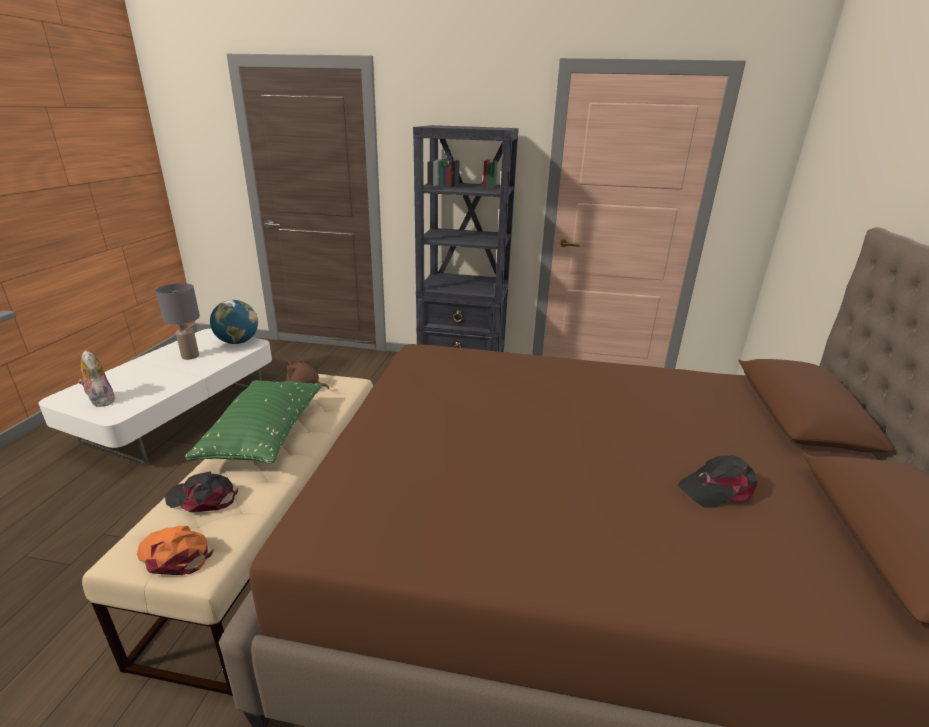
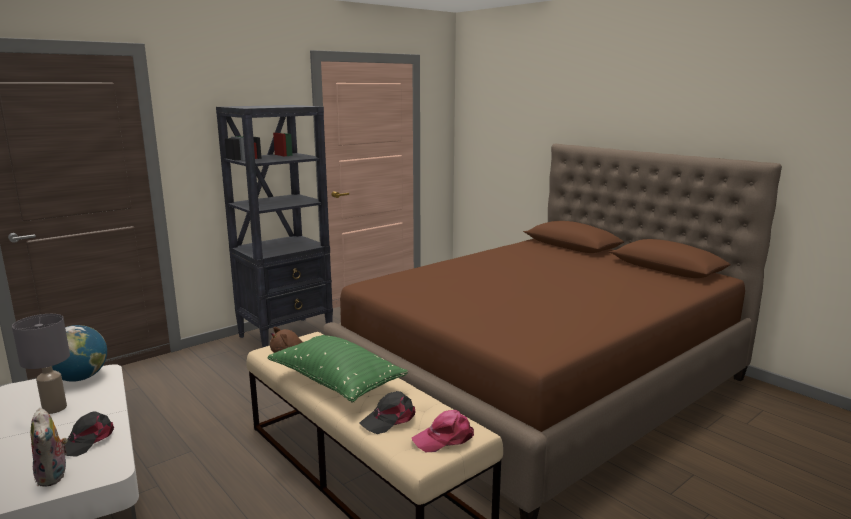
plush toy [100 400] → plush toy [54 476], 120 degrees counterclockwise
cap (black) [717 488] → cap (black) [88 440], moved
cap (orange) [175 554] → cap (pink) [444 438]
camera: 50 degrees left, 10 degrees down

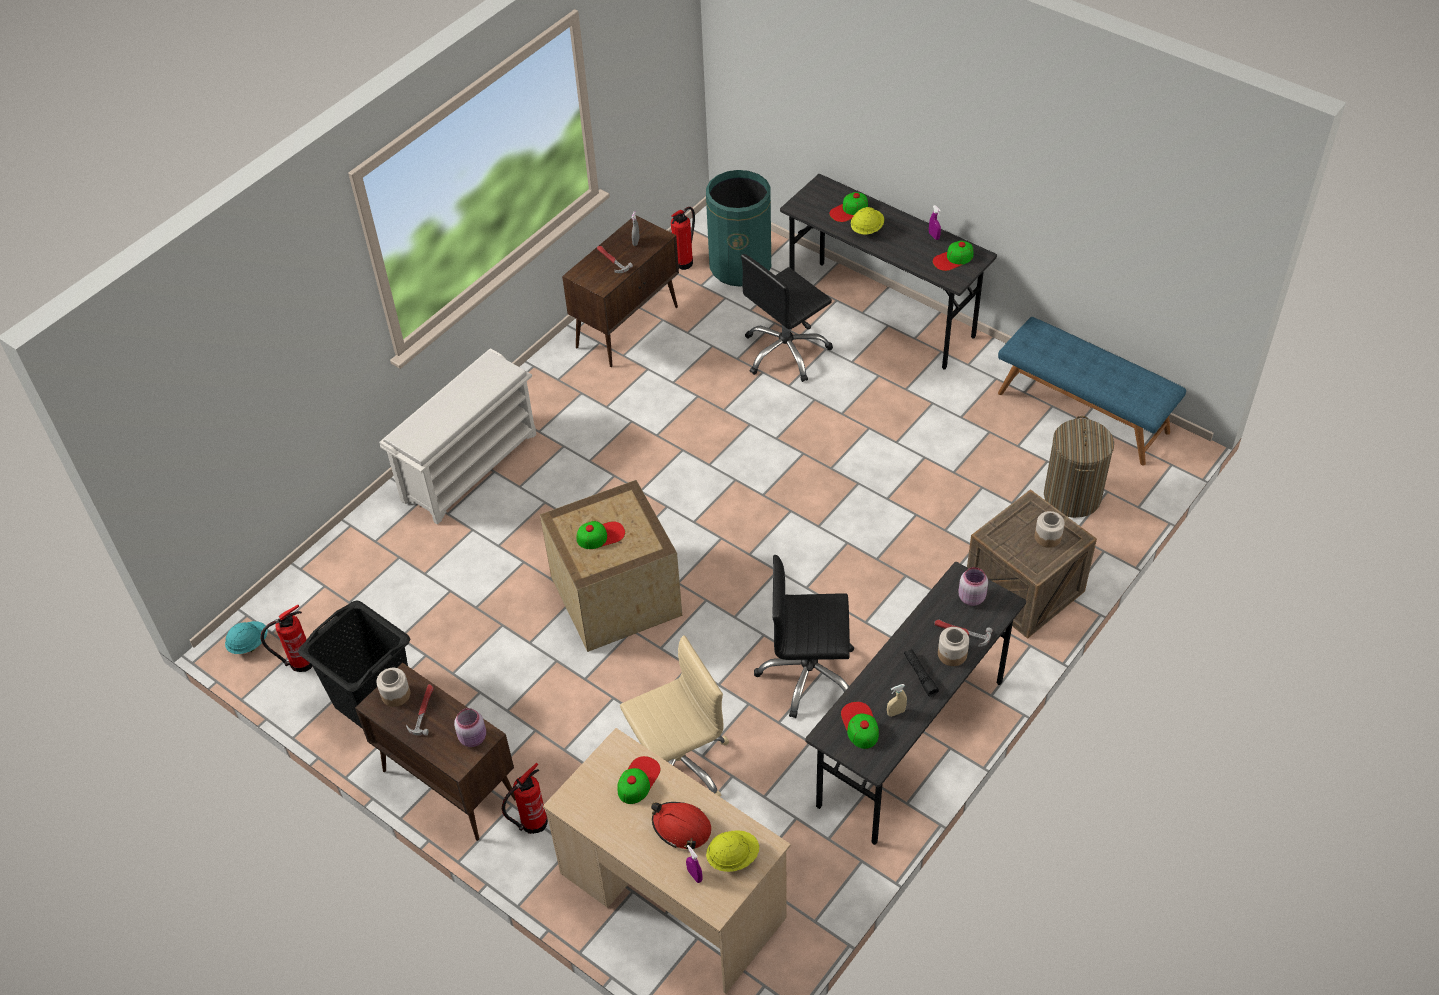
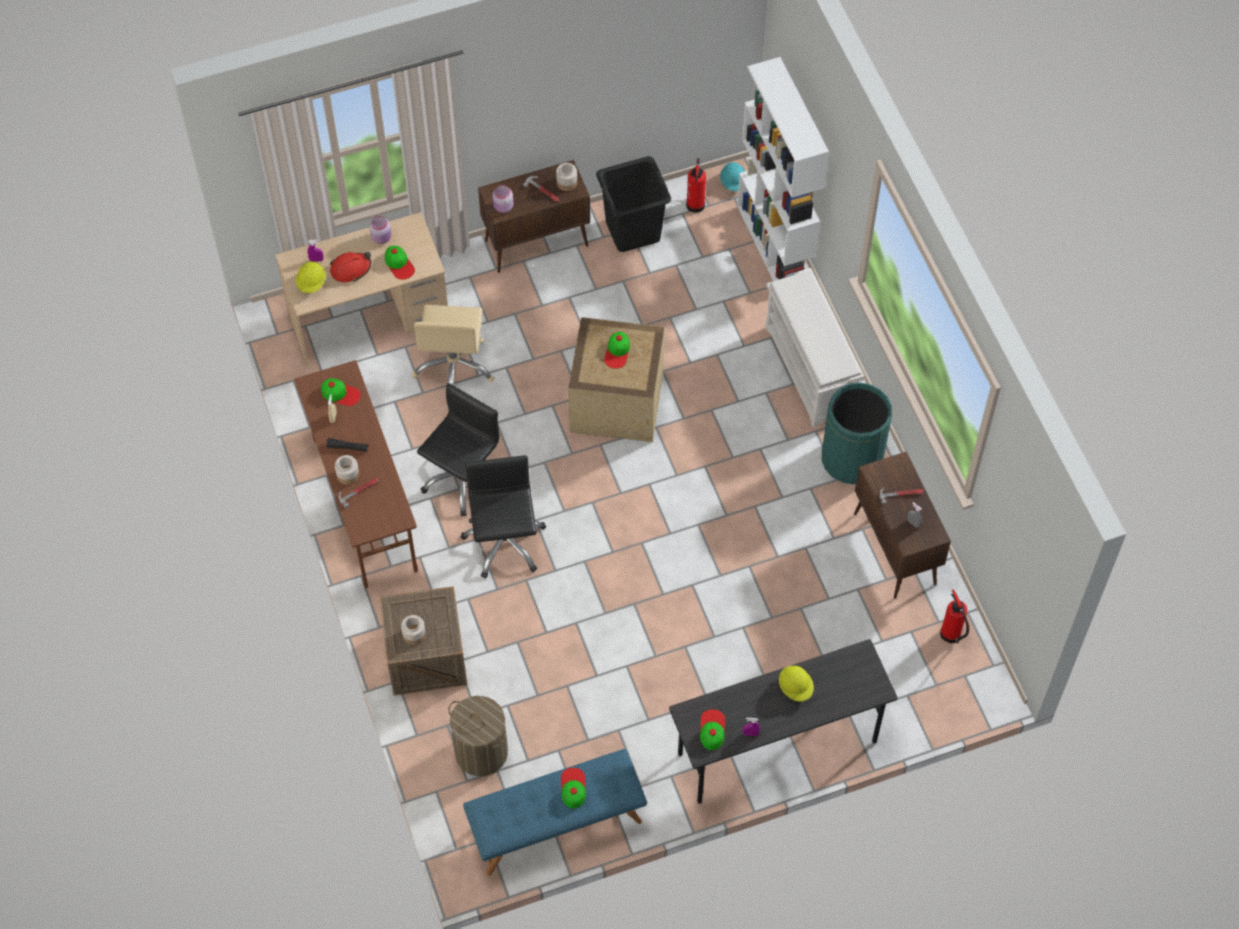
desk (grey) [911 744] → desk (brown) [363 504]
jar (pink) [971 597] → jar (pink) [382 238], moved
office chair (black) [786 352] → office chair (black) [504 543], moved
cap [849 210] → cap [573 788], moved
- → bookcase (white) [775 247]
trash can (green) [740 266] → trash can (green) [851 459], moved
fire extinguisher [531 823] → -
camera: 120 degrees right, 10 degrees up

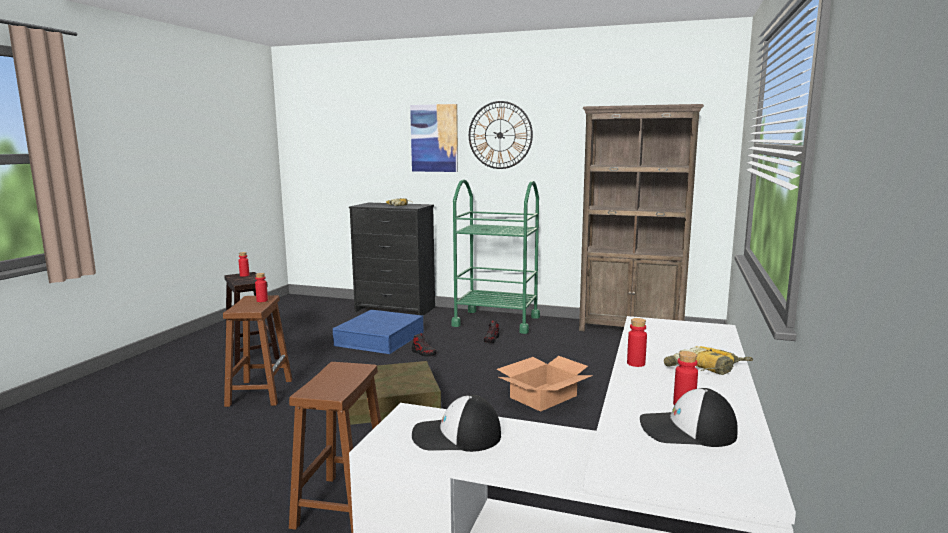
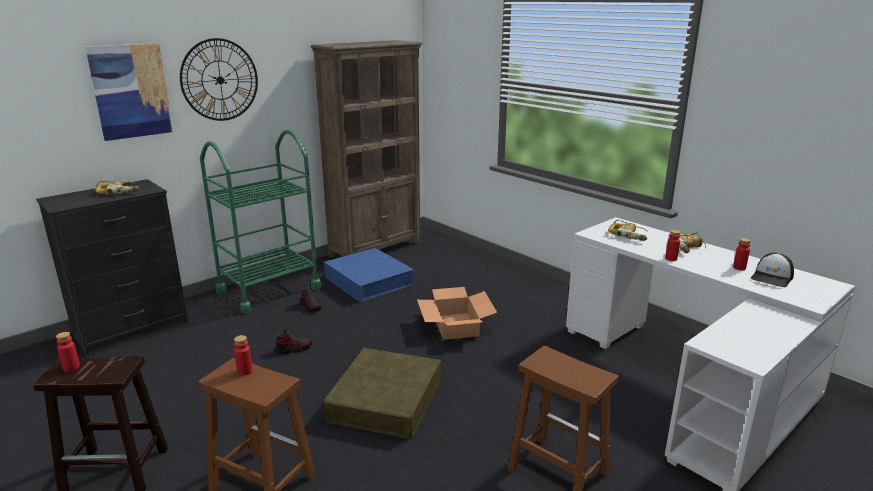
storage box (blue) [380 338] → storage box (blue) [368 281], moved
- → power drill [629 235]
cap [456 436] → -
camera: 60 degrees left, 10 degrees up

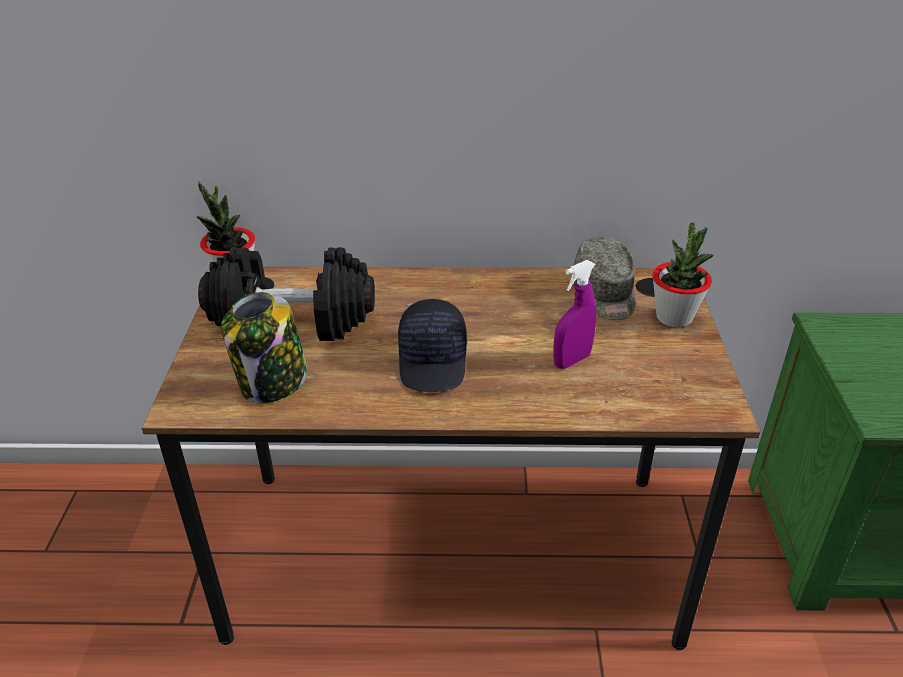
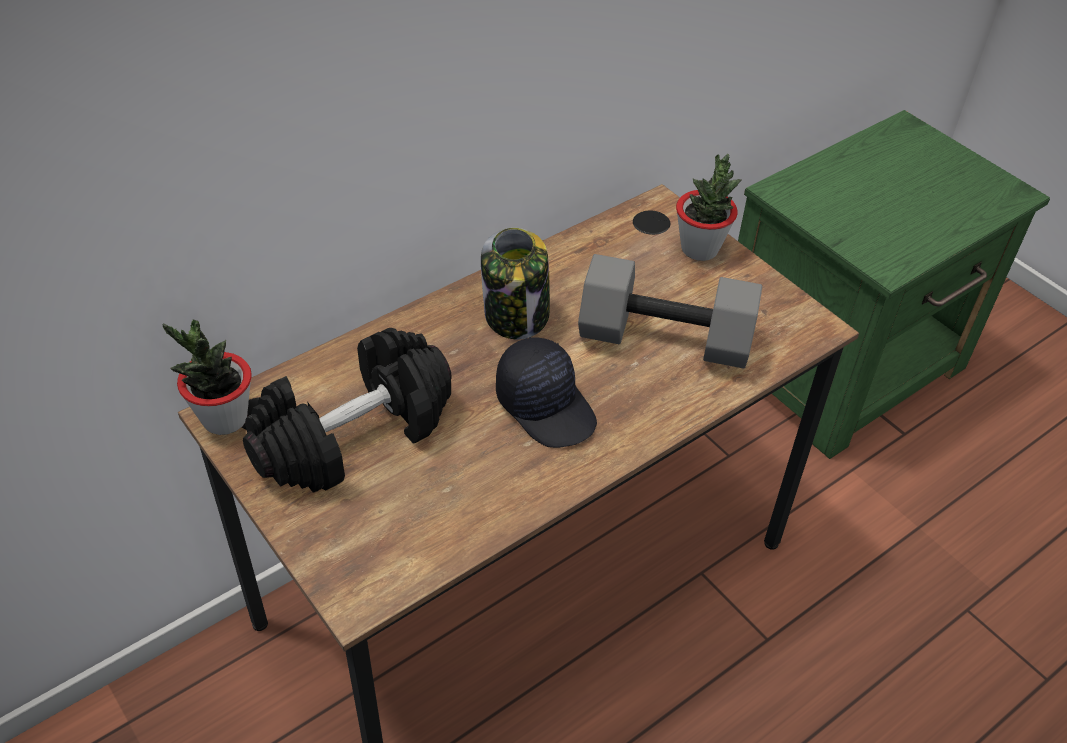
jar [272 383] → jar [516 316], moved
spray bottle (purple) [571 361] → dumbbell (grey) [662 339]
cap (grey) [605 294] → -
camera: 40 degrees left, 10 degrees up

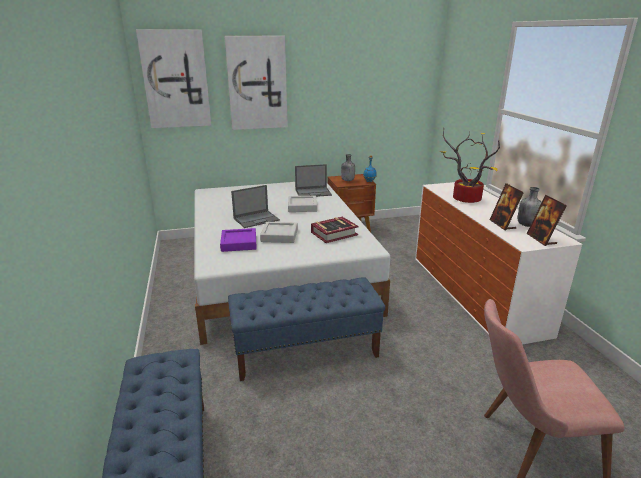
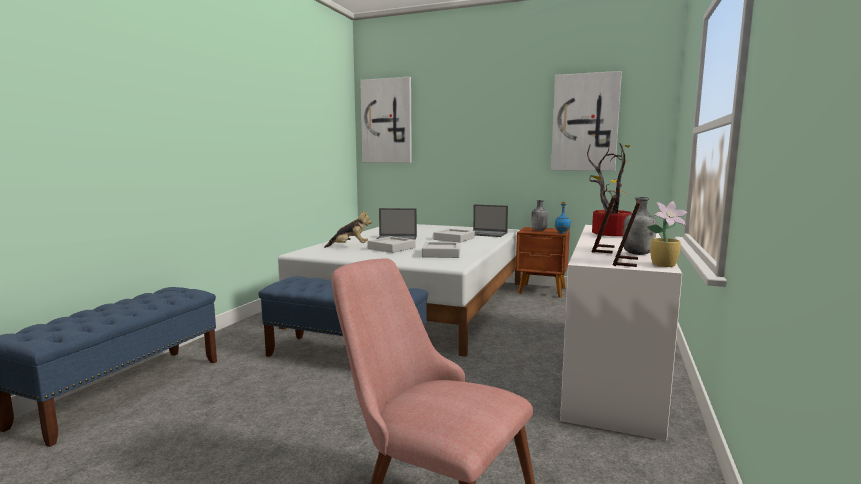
tray (purple) [239 243] → plush toy [350 247]
book [334 233] → tray (grey) [441 254]
picture [257 83] → picture [585 122], moved
- → potted plant [665 265]
camera: 35 degrees right, 15 degrees down

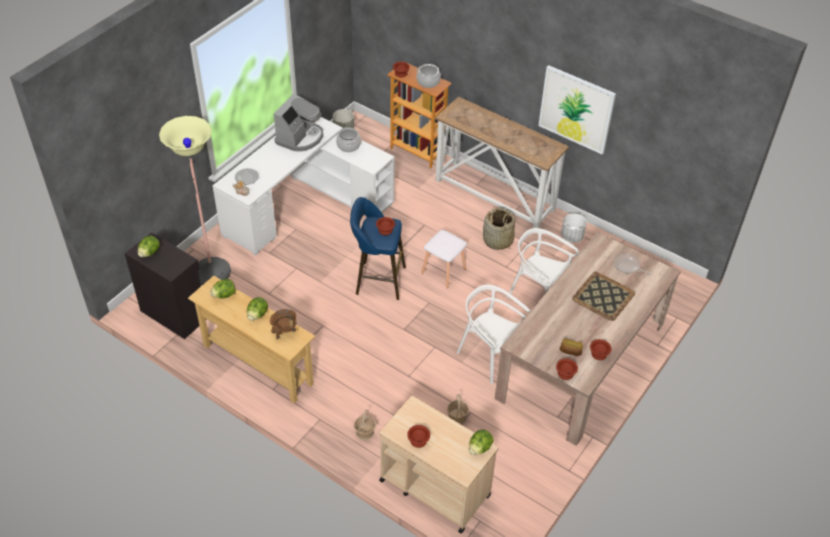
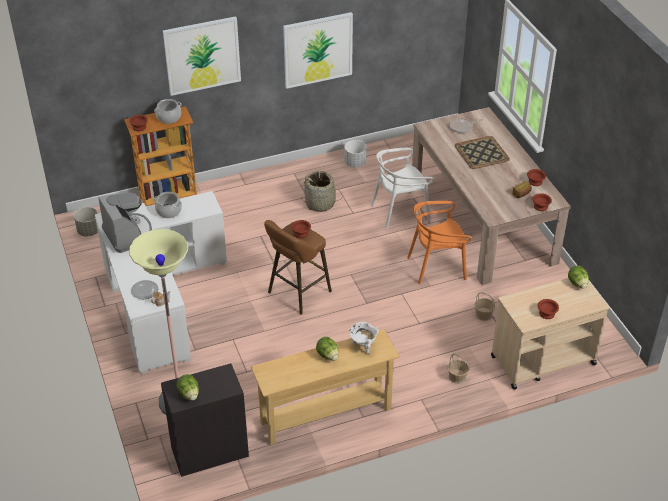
- → picture [202 55]
stool (blue) [377 280] → stool (brown) [297 294]
cooking pot (brown) [284 331] → cooking pot (white) [363 346]
chair (white) [490 355] → chair (orange) [437 266]
lettuce [224 295] → -
stool (white) [444 271] → -
console table [495 195] → -
camera: 55 degrees left, 5 degrees down

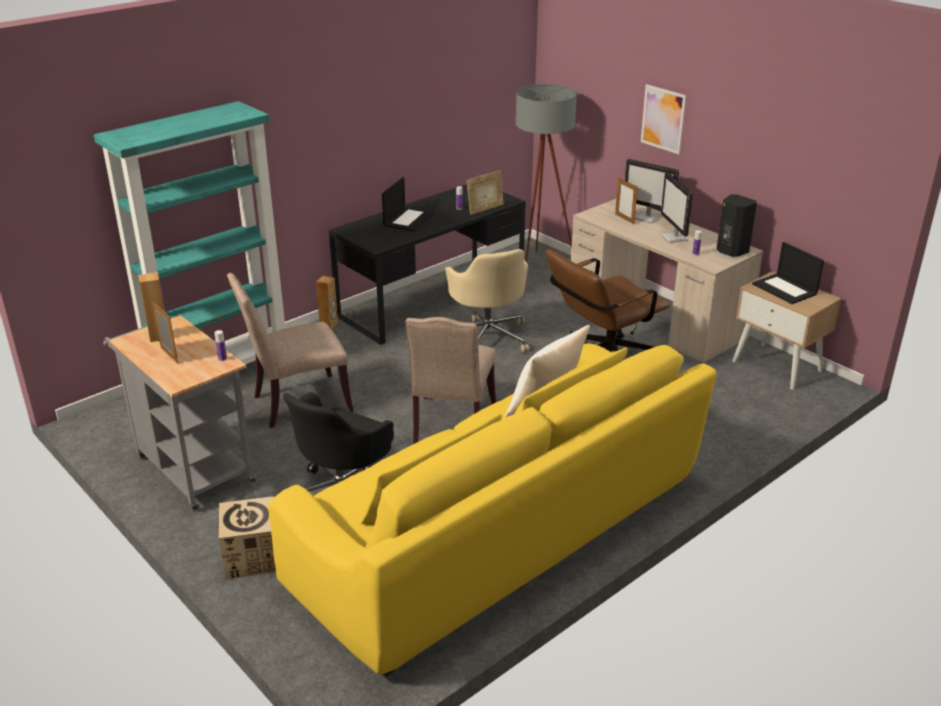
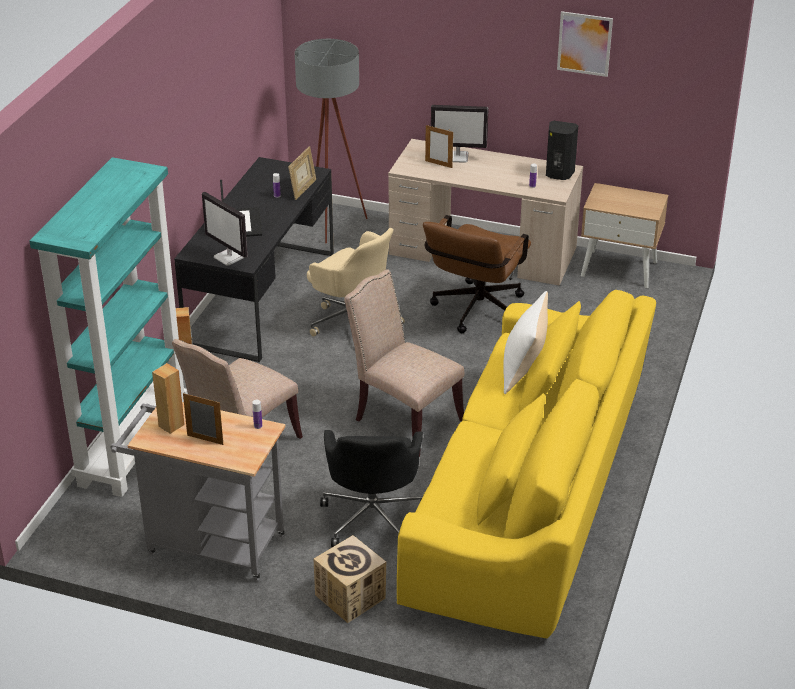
monitor [674 238] → monitor [229 257], moved
chair (beige) [452 427] → chair (beige) [404 420], 150 degrees clockwise
picture [663 119] → picture [584 44], moved
laptop [785 289] → -
camera: 30 degrees left, 5 degrees up

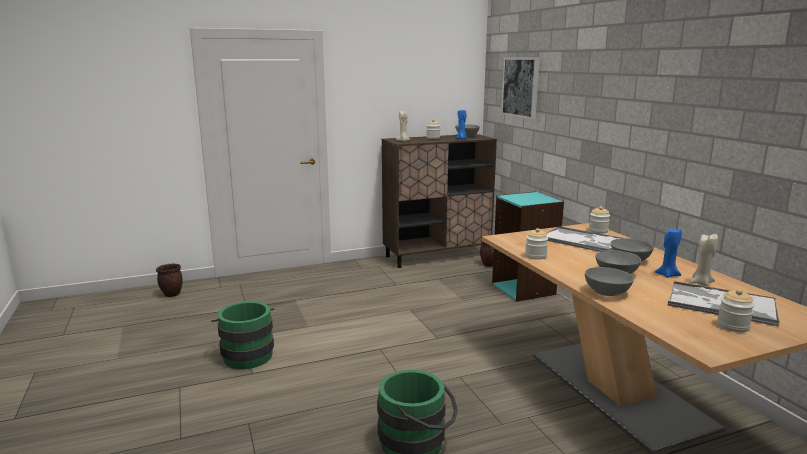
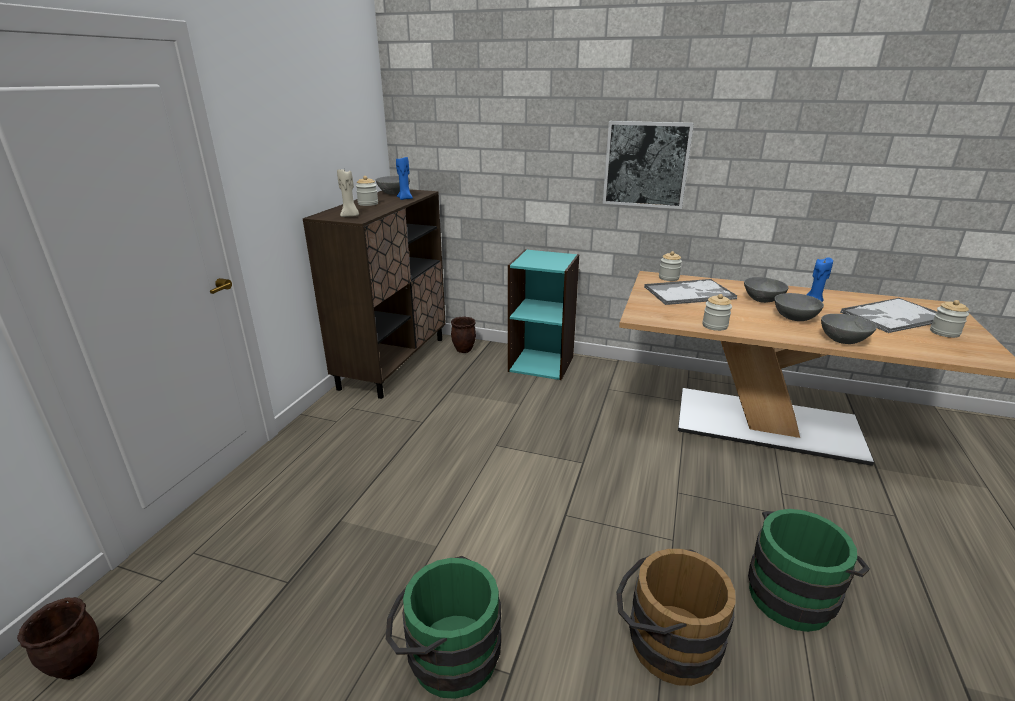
picture [521 87] → picture [646 164], moved
- → bucket (brown) [664 641]
candle (beige) [701 283] → -
camera: 50 degrees left, 10 degrees up

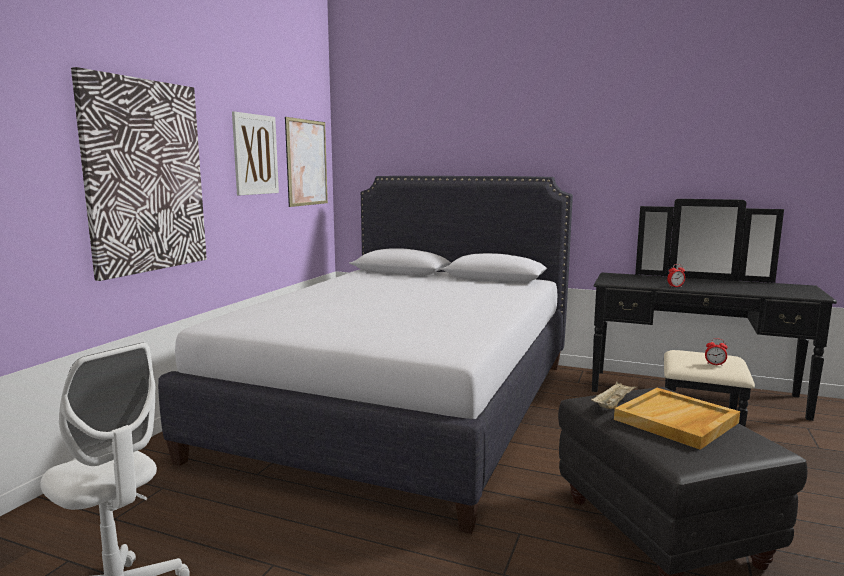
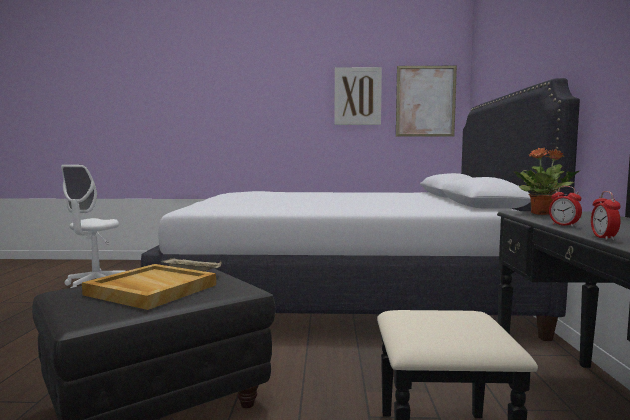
- → potted plant [542 214]
alarm clock [715 364] → alarm clock [603 238], moved
picture [145 176] → -
camera: 70 degrees right, 5 degrees down

